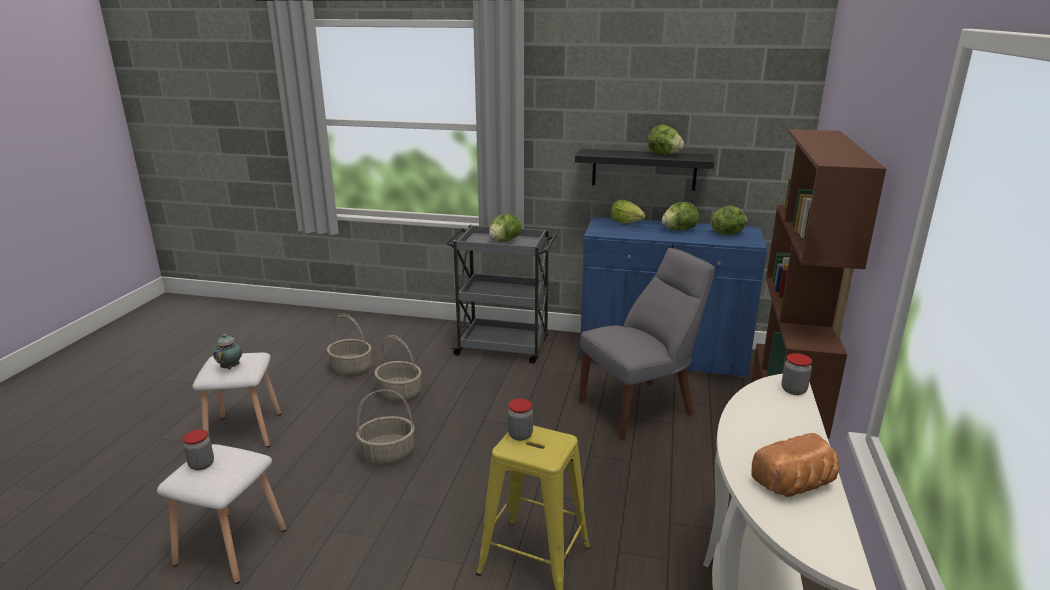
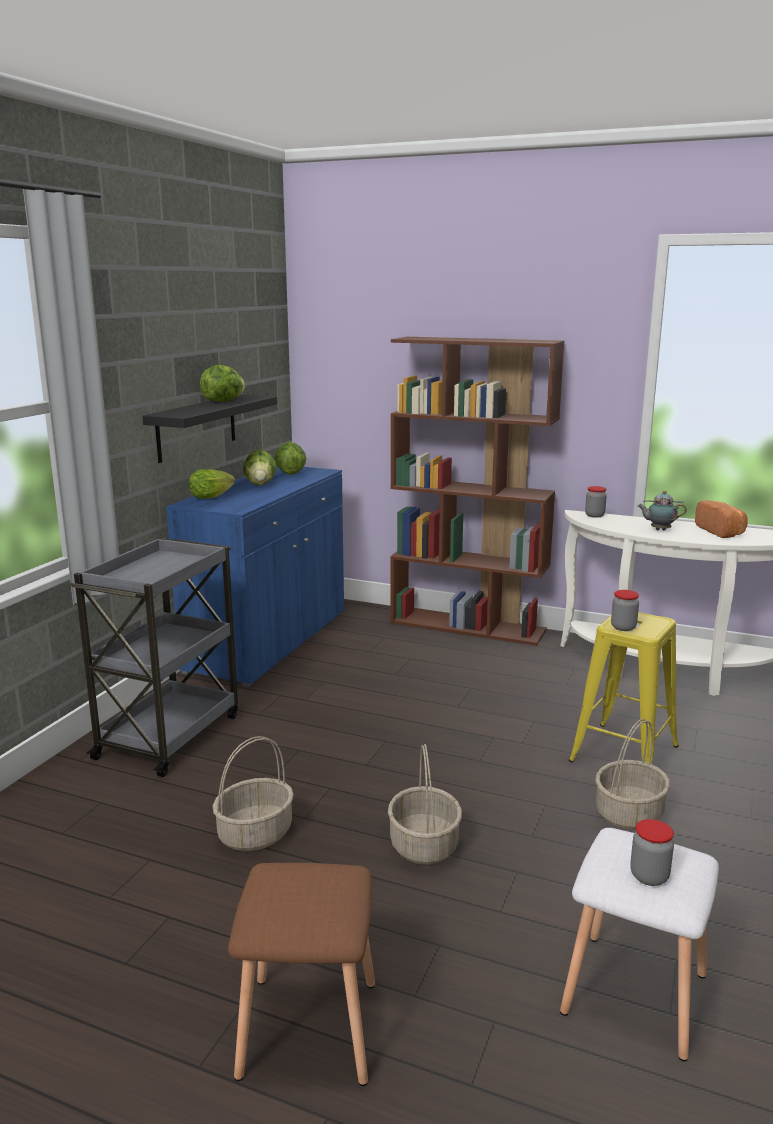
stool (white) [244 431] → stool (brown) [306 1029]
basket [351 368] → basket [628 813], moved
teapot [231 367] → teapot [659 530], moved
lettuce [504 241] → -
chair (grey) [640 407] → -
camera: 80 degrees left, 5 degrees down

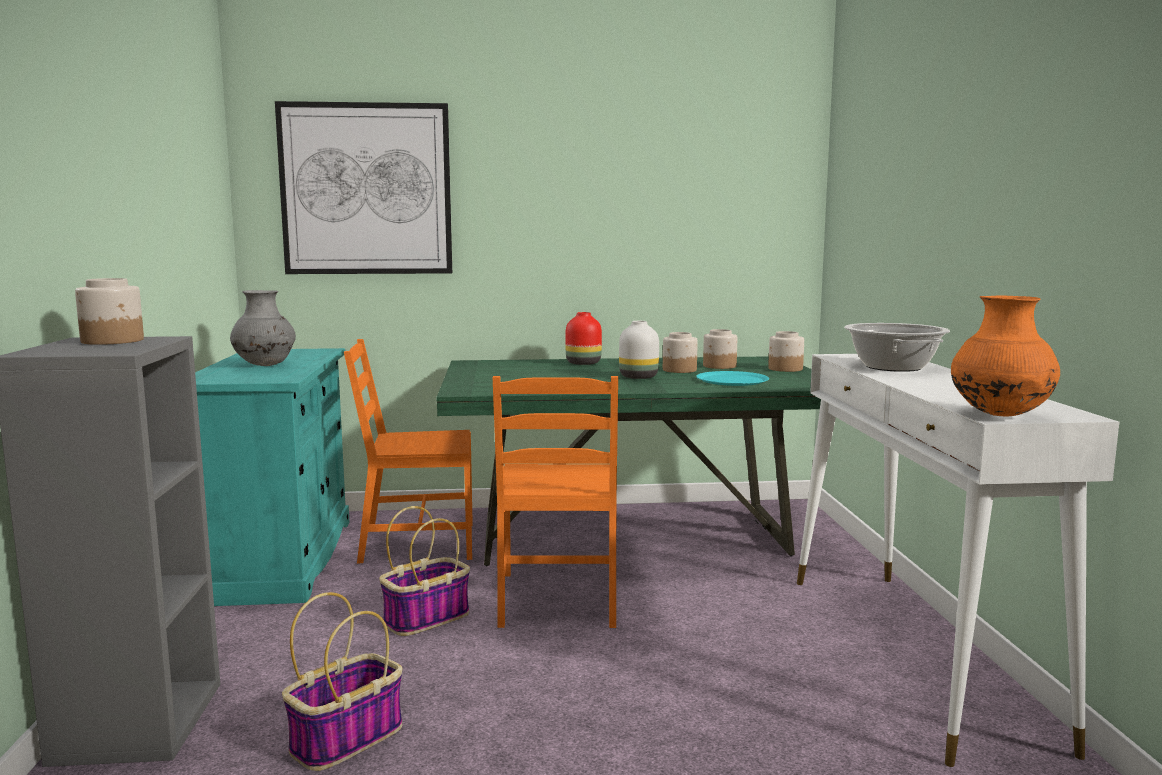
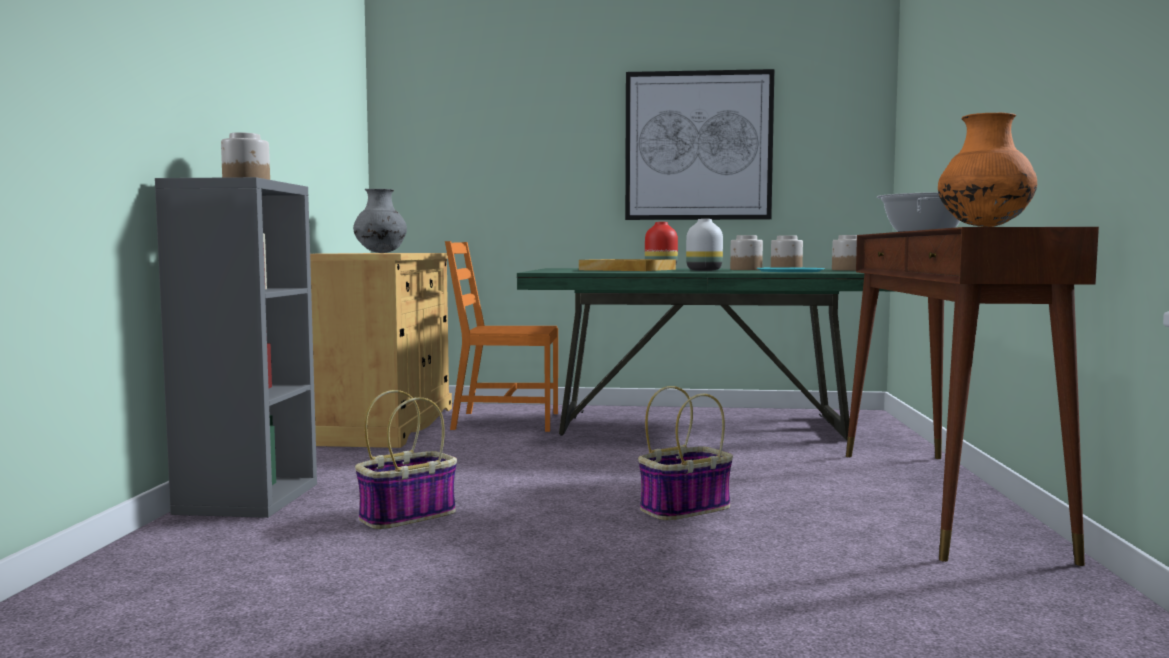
cabinet (turquoise) [280 559] → cabinet (beige) [387 425]
- → tray (beige) [628 269]
picture [366 189] → picture [698 146], moved
basket [427 618] → basket [685 508], moved
console table (white) [913 654] → console table (brown) [941 500]
chair (orange) [559 599] → -
camera: 10 degrees right, 5 degrees down

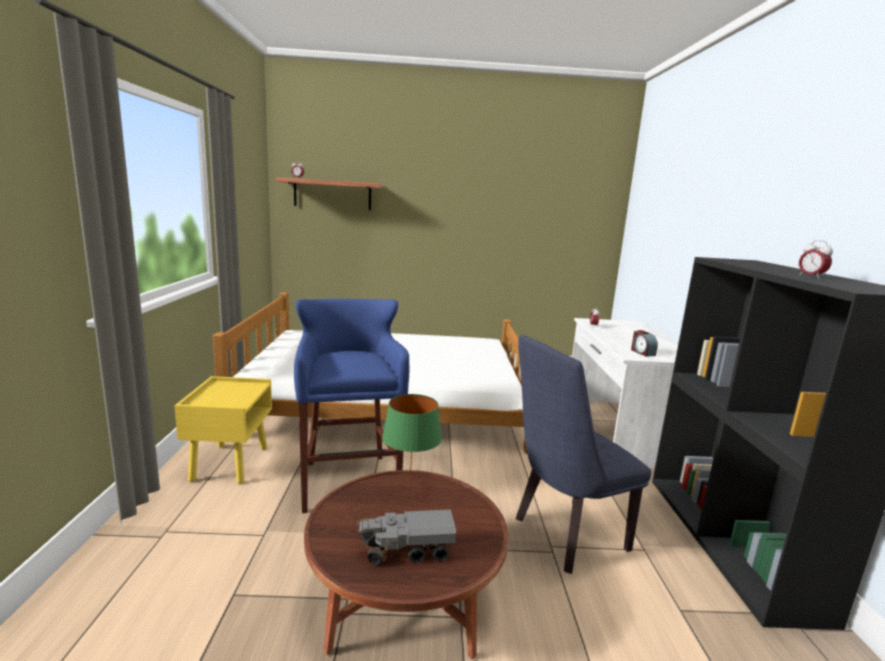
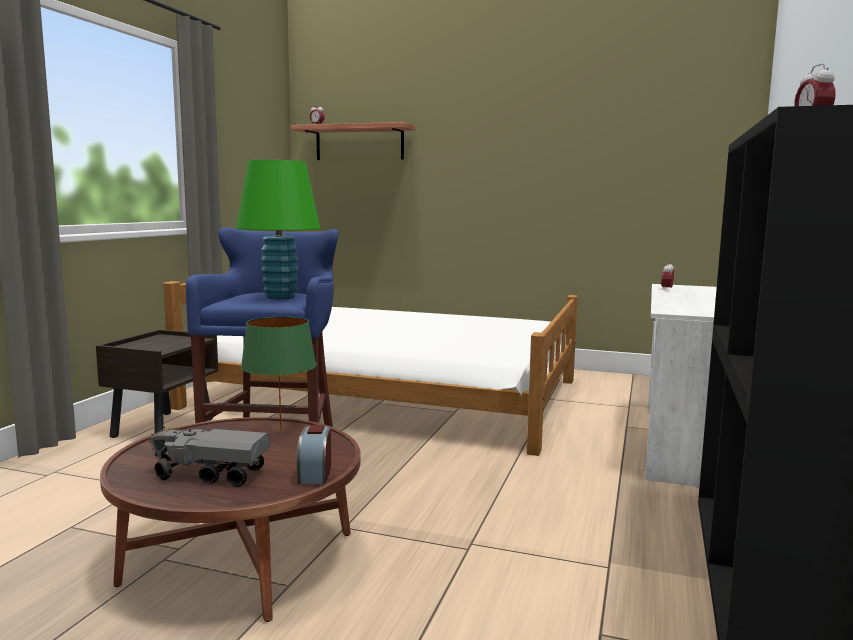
nightstand (yellow) [230 463] → nightstand (brown) [163 427]
- → table lamp (green) [280 297]
alarm clock [642 352] → alarm clock [315 473], moved
chair (blue) [563 536] → -
camera: 20 degrees right, 5 degrees down

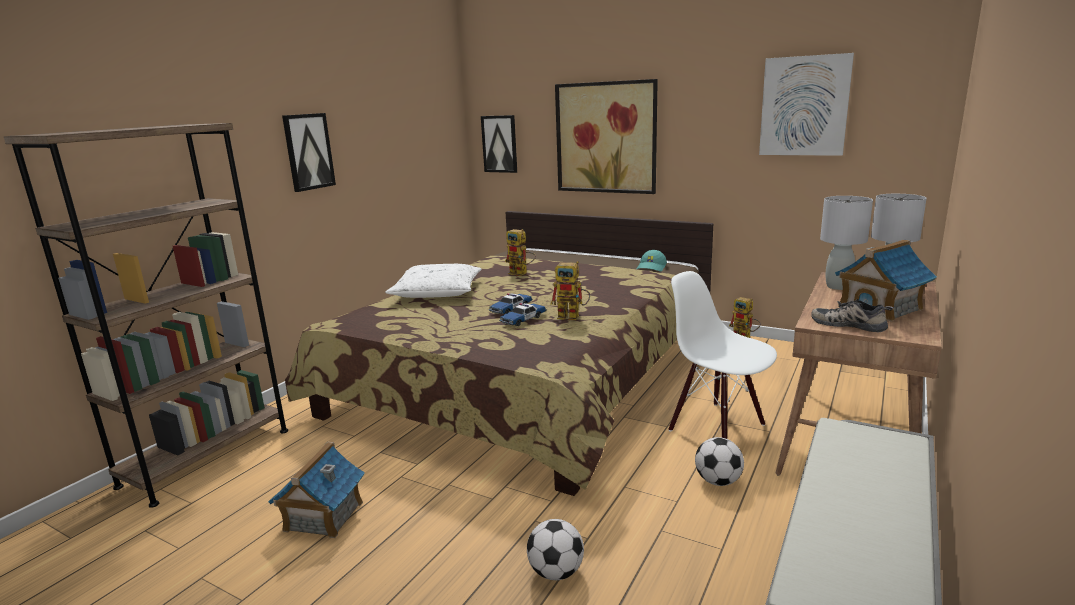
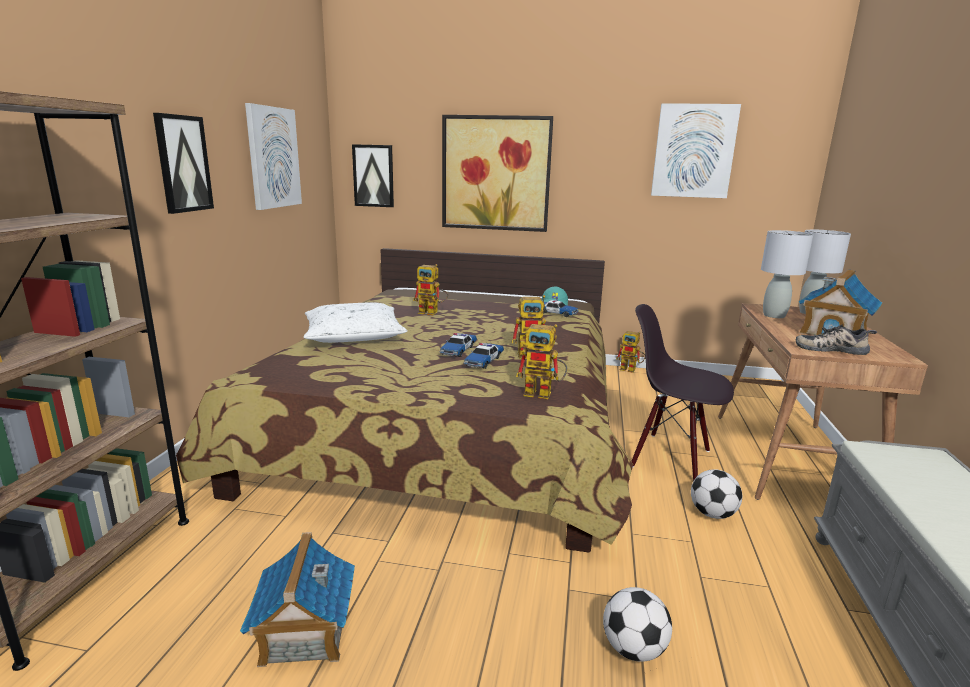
- → picture [273 157]
- → toy robot [544 393]
- → toy car [556 313]
chair (white) [717 427] → chair (black) [670 457]
camera: 20 degrees left, 0 degrees up

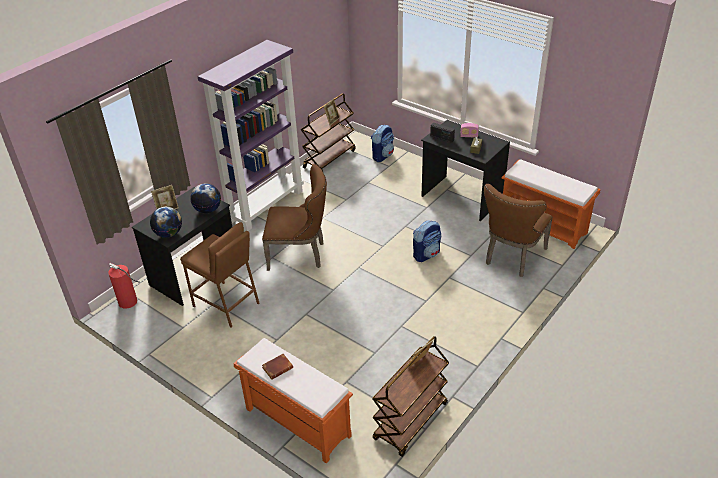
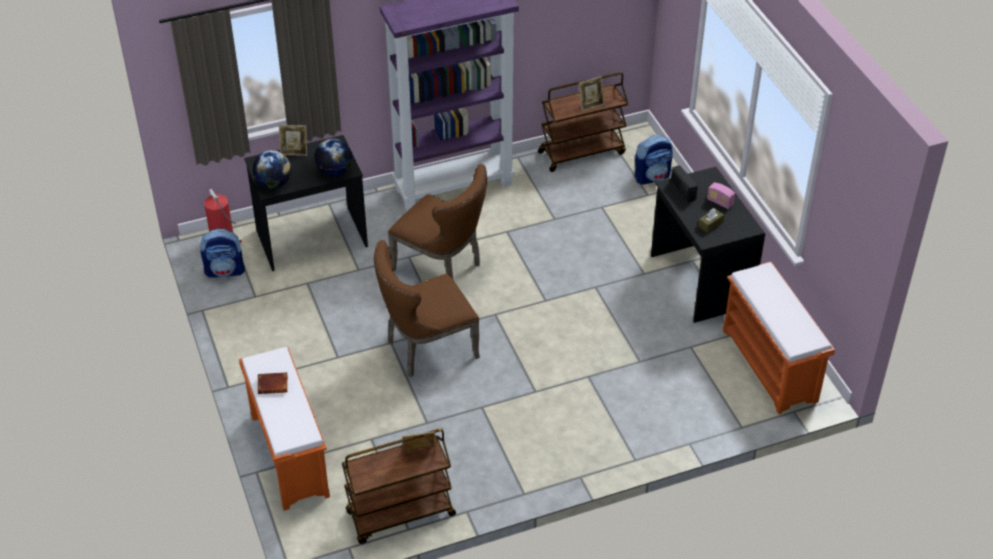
backpack [426 254] → backpack [225 271], moved
chair (brown) [512 258] → chair (brown) [426 349], moved
stool (brown) [226 305] → -
camera: 30 degrees right, 5 degrees up

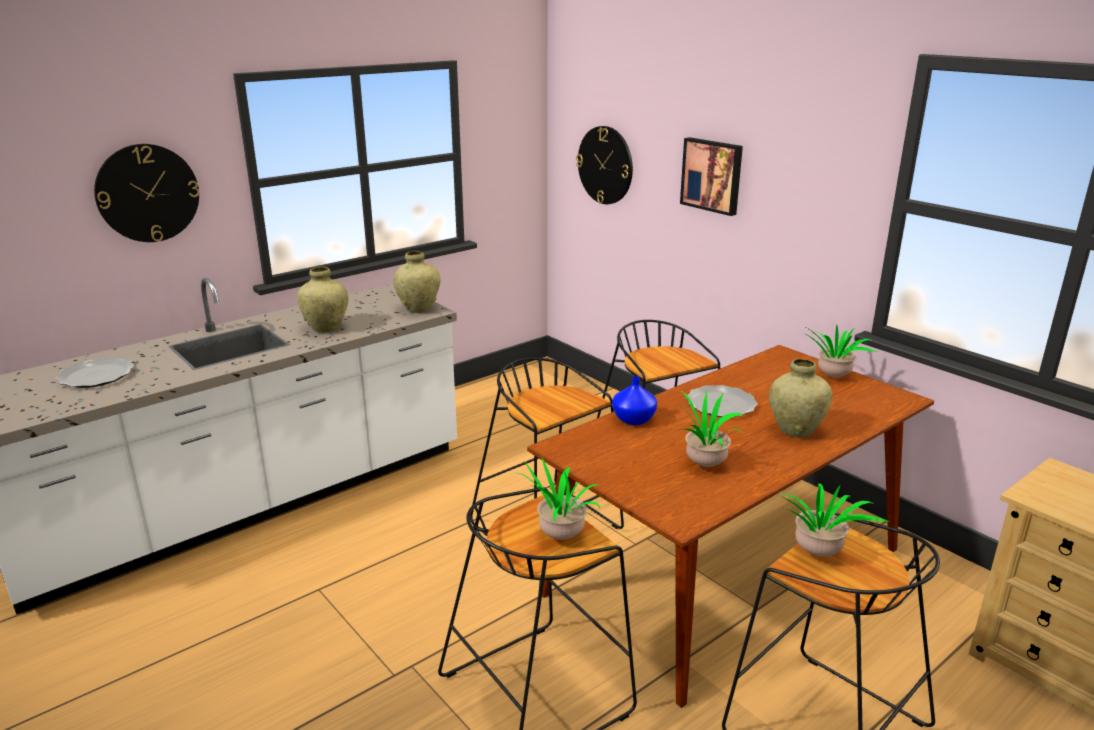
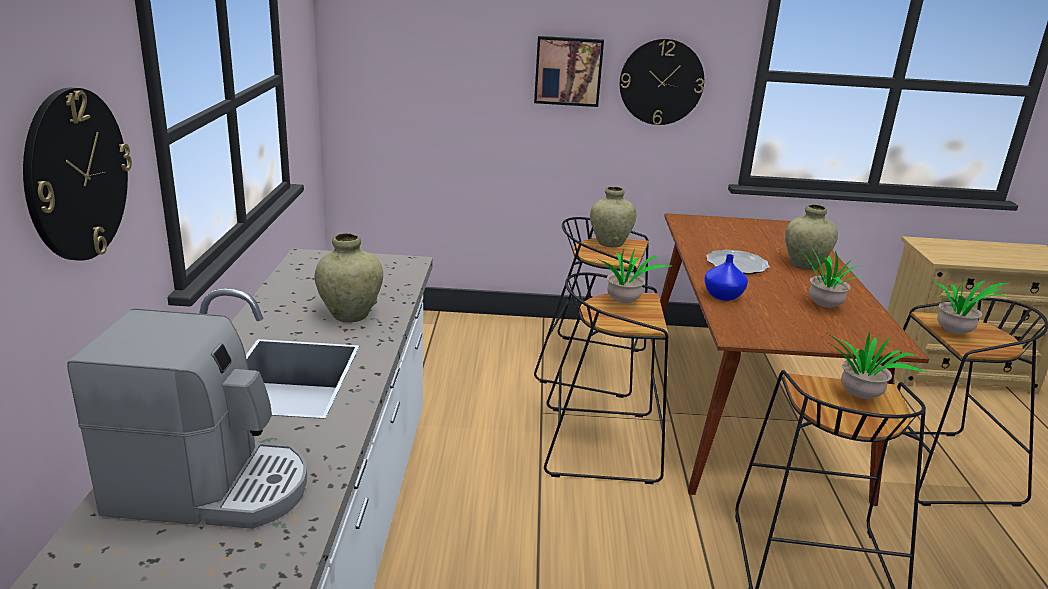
plate [97 375] → coffee machine [210 488]
vase (beige) [418 309] → vase (beige) [610 243], moved
potted plant [832 377] → potted plant [624 303], moved
wall clock [605 165] → wall clock [661 82], moved
camera: 50 degrees left, 0 degrees up

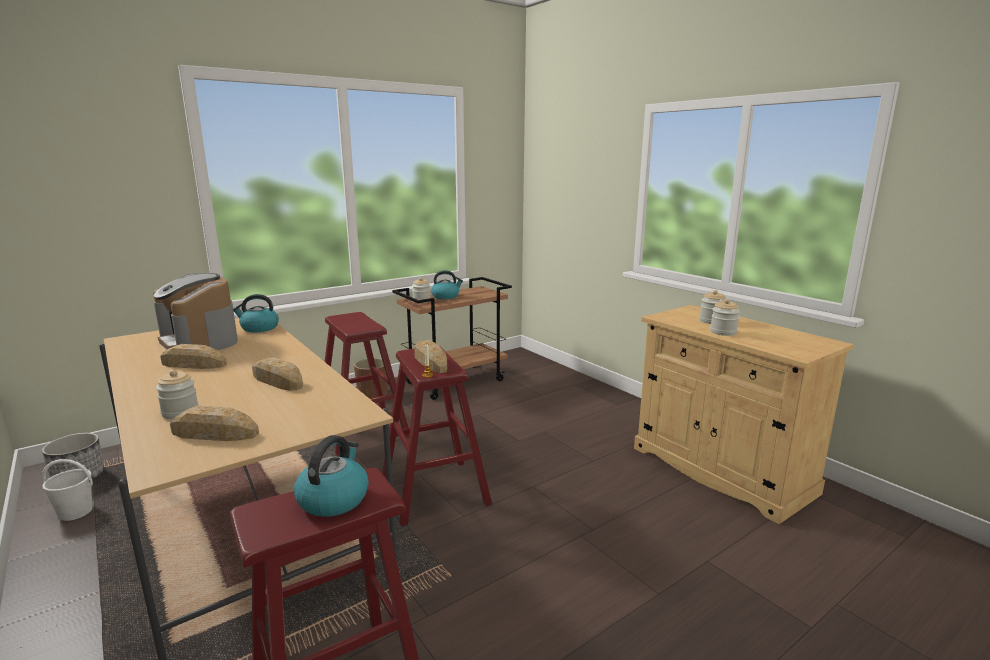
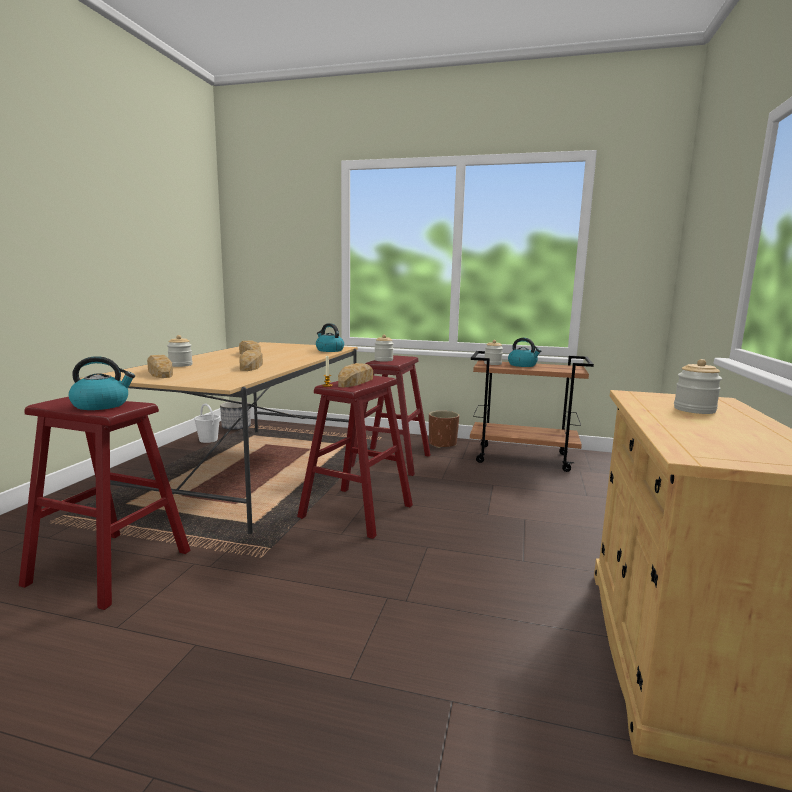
jar [723 332] → jar [383 360], moved
coffee machine [200 340] → -
camera: 50 degrees right, 5 degrees down

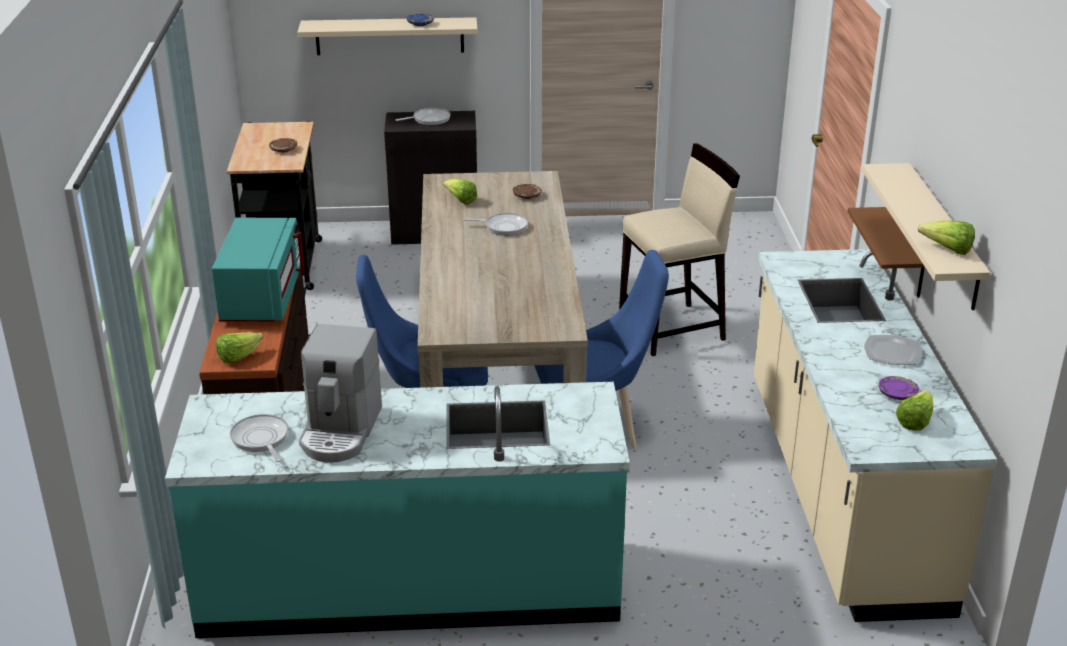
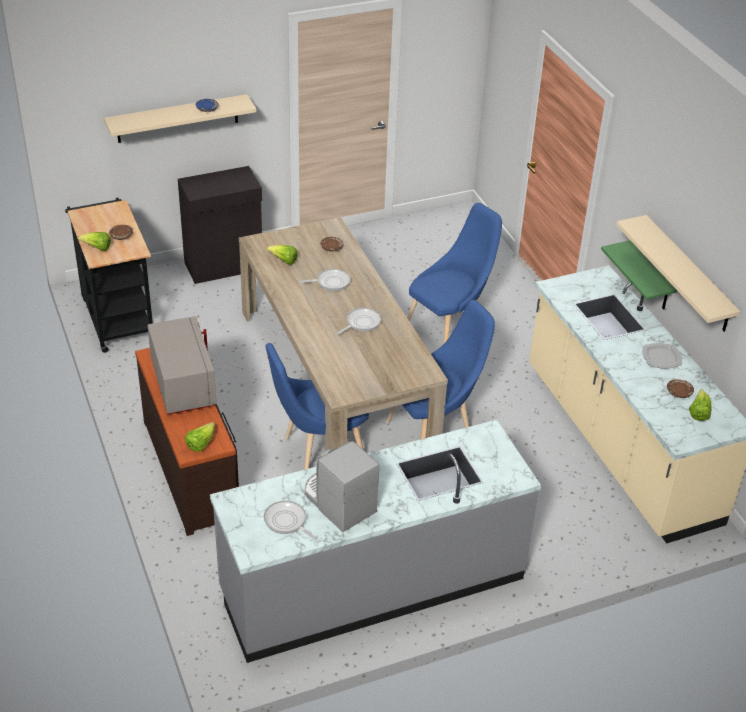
lettuce [948 250] → lettuce [97 248], moved
microwave (turquoise) [261 298] → microwave (grey) [182 384]
counter (turquoise) [410 584] → counter (grey) [372 584]
coffee machine [340 431] → coffee machine [338 502], 150 degrees clockwise
frying pan [429 119] → frying pan [361 323], moved
stool (beige) [673 329] → chair (blue) [449 328]
shelf (brown) [909 254] → shelf (green) [650 277]
plate (purple) [897 394] → plate (brown) [679 392]
camera: 20 degrees left, 10 degrees up

